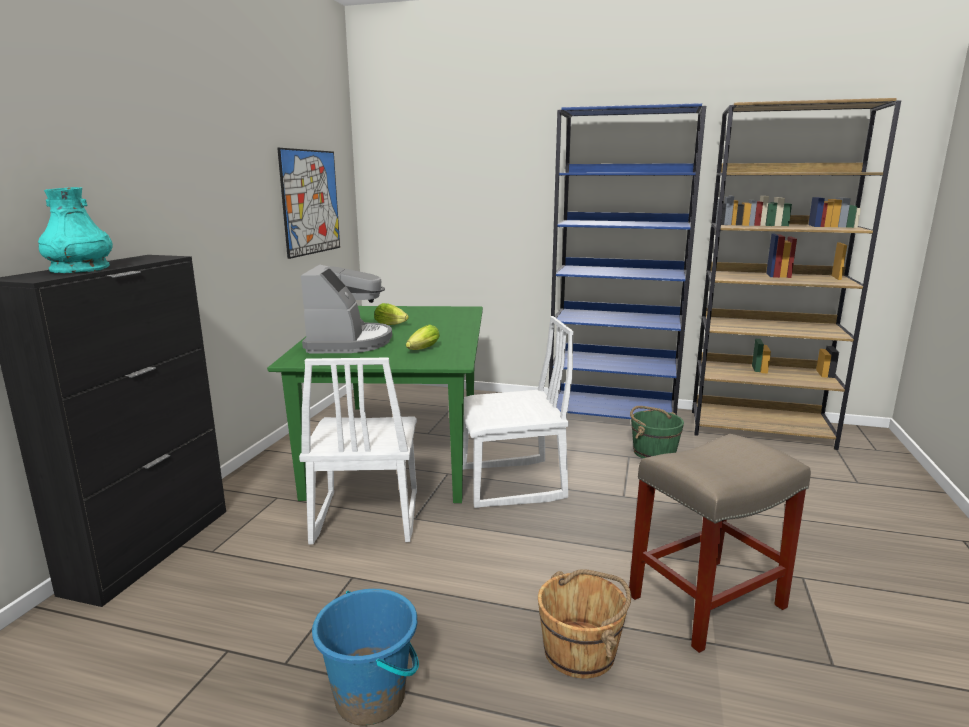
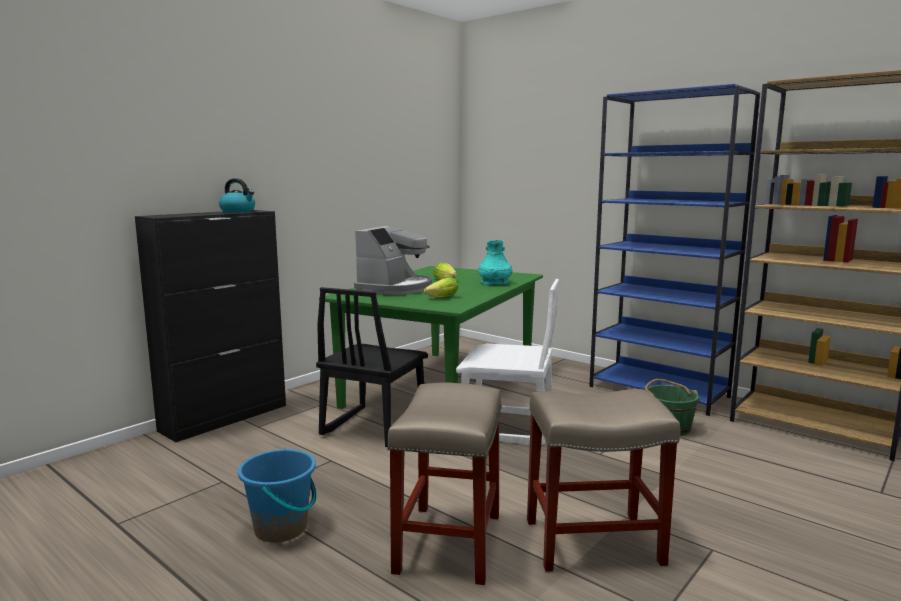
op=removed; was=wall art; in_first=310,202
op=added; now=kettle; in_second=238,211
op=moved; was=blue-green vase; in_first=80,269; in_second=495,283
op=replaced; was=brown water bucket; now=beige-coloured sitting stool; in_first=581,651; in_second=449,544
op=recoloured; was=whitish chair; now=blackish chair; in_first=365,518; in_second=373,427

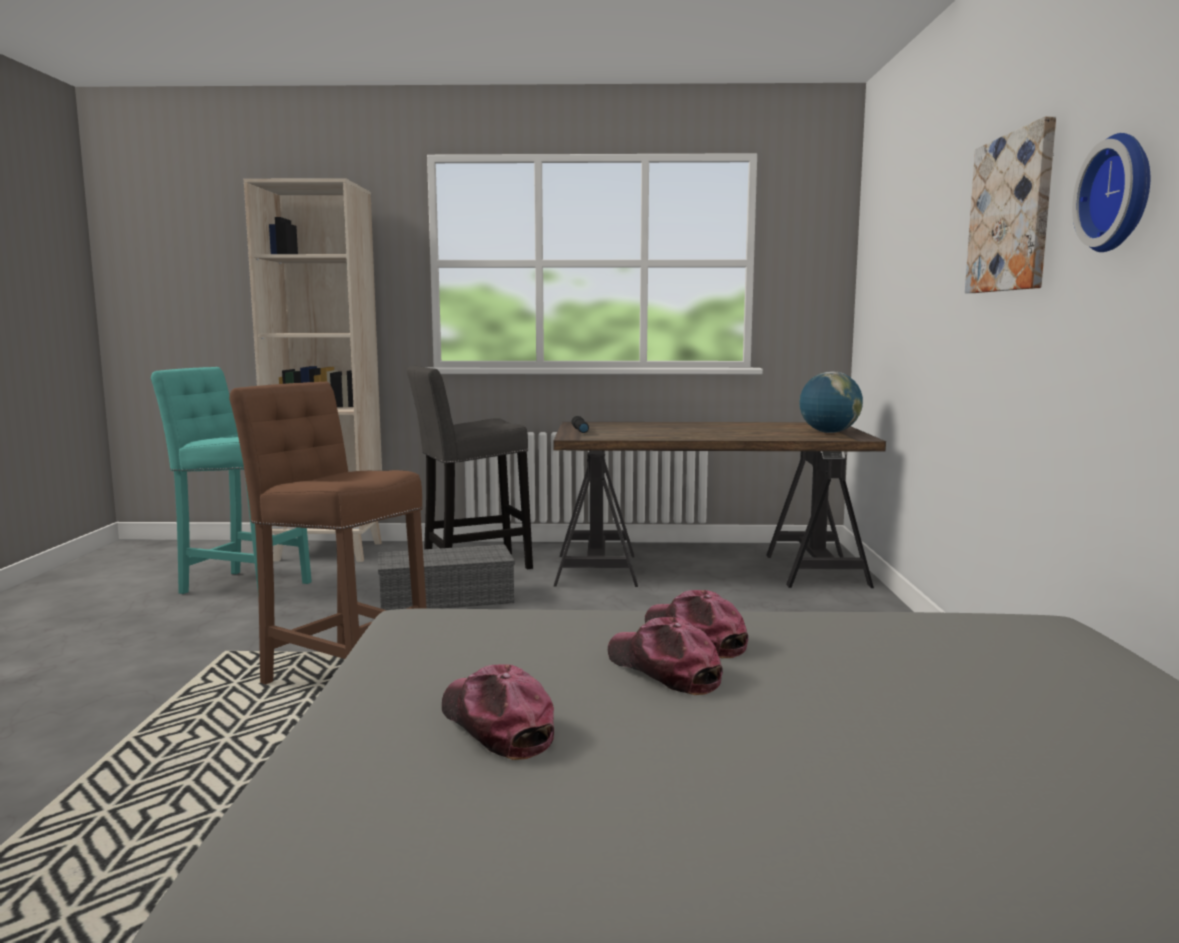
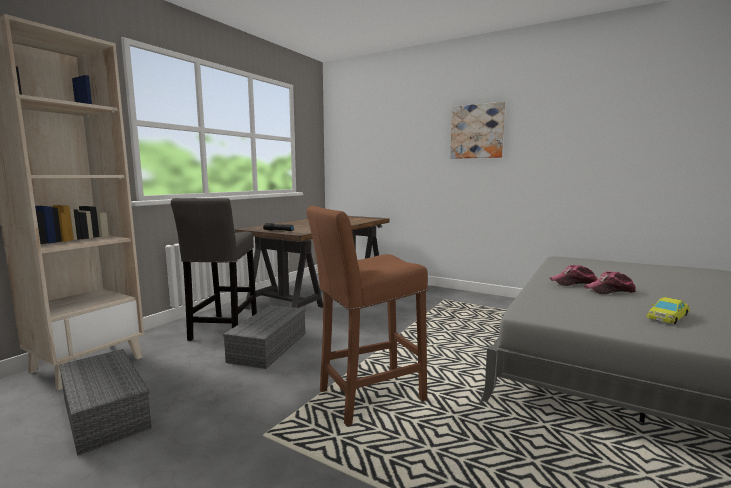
op=removed; was=world globe; in_first=829,433
op=removed; was=wall clock; in_first=1121,193
op=replaced; was=blue-green sitting stool; now=greyish storage box; in_first=242,586; in_second=103,412
op=replaced; was=baseball cap; now=yellow model car; in_first=496,725; in_second=667,316

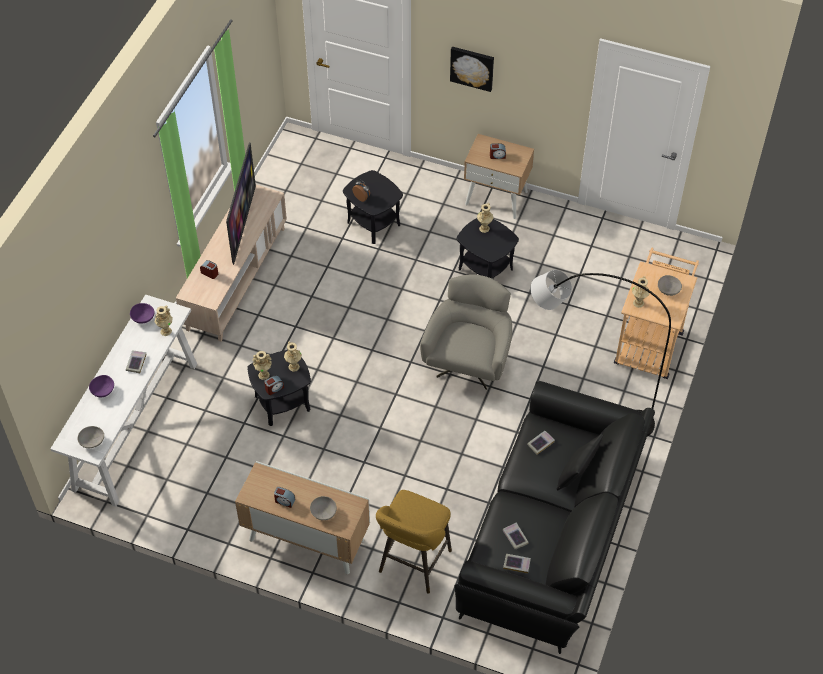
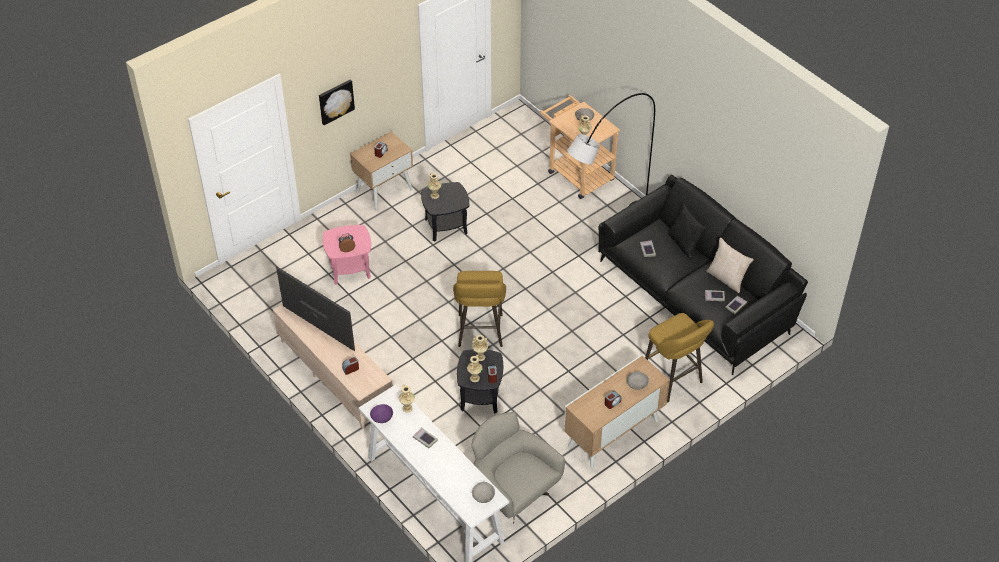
op=removed; was=purplish serving bowl; in_first=102,390
op=added; now=yellow sitting stool; in_second=480,333
op=added; now=beige-coloured pillow; in_second=727,278
op=moved; was=greyish lounge chair; in_first=468,362; in_second=513,493
op=recoloured; was=blackish side table; now=pink-coloured side table; in_first=373,223; in_second=349,269

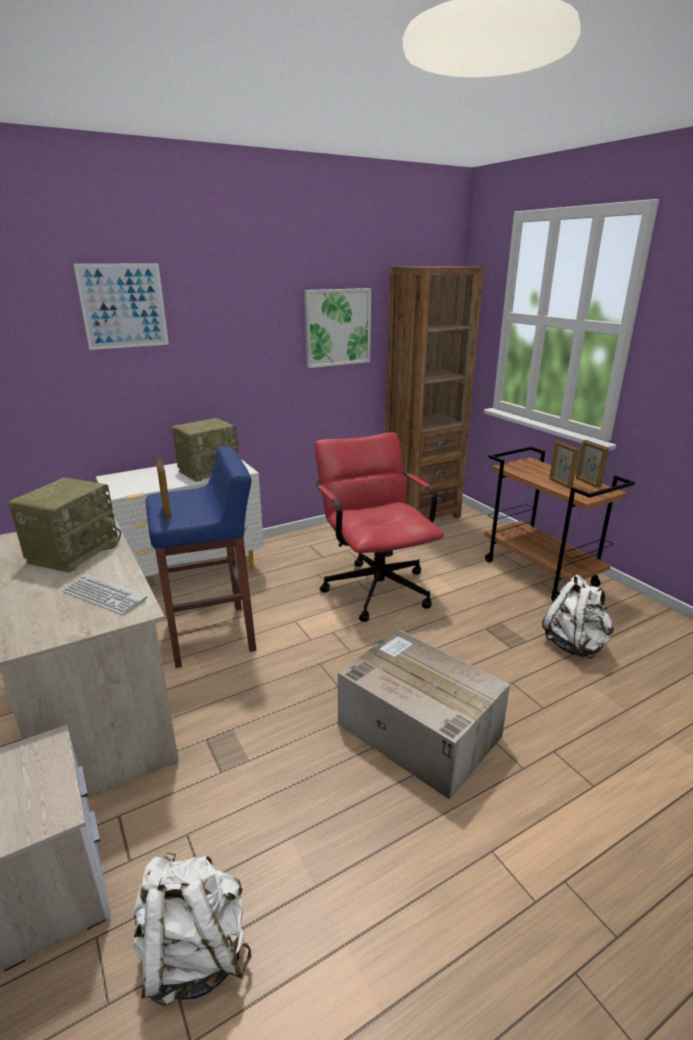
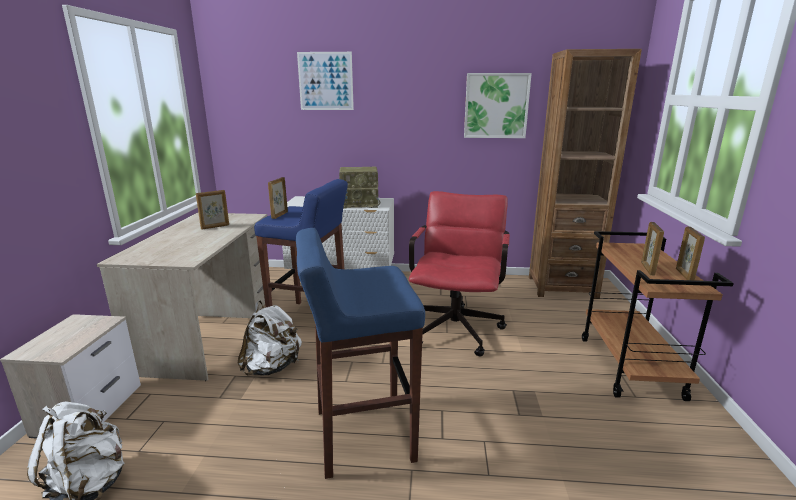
op=removed; was=keyboard; in_first=104,595
op=moved; was=whitish rucksack; in_first=574,644; in_second=272,367
op=replaced; was=radio receiver; now=picture frame; in_first=74,551; in_second=215,227
op=replaced; was=packing box; now=blue sitting stool; in_first=416,729; in_second=362,435

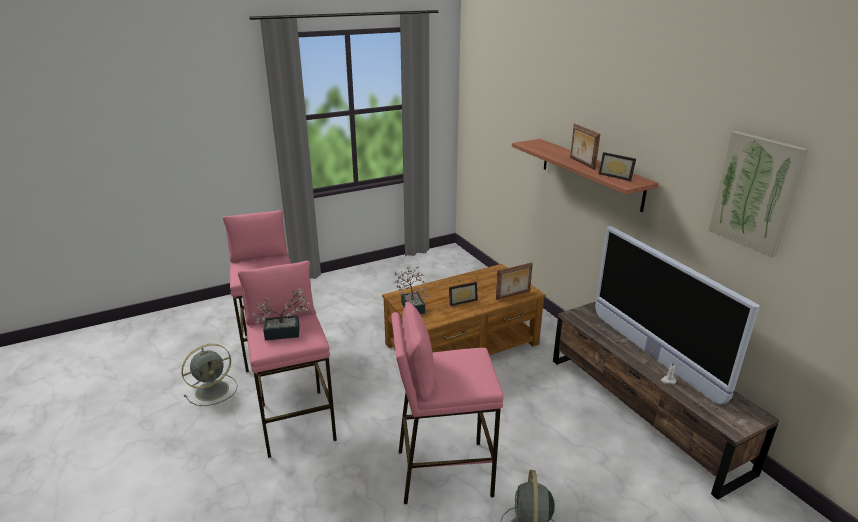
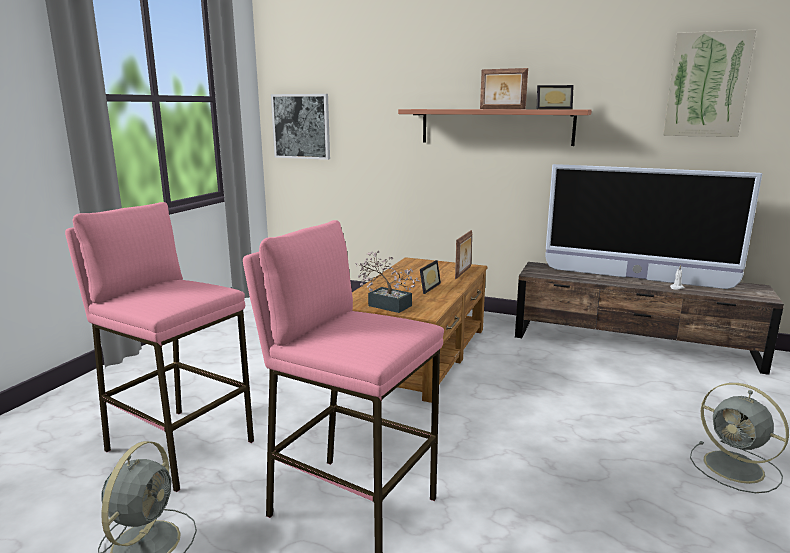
op=removed; was=plant in a pot; in_first=287,332
op=removed; was=pink-coloured sitting stool; in_first=443,472
op=added; now=wall art; in_second=301,126

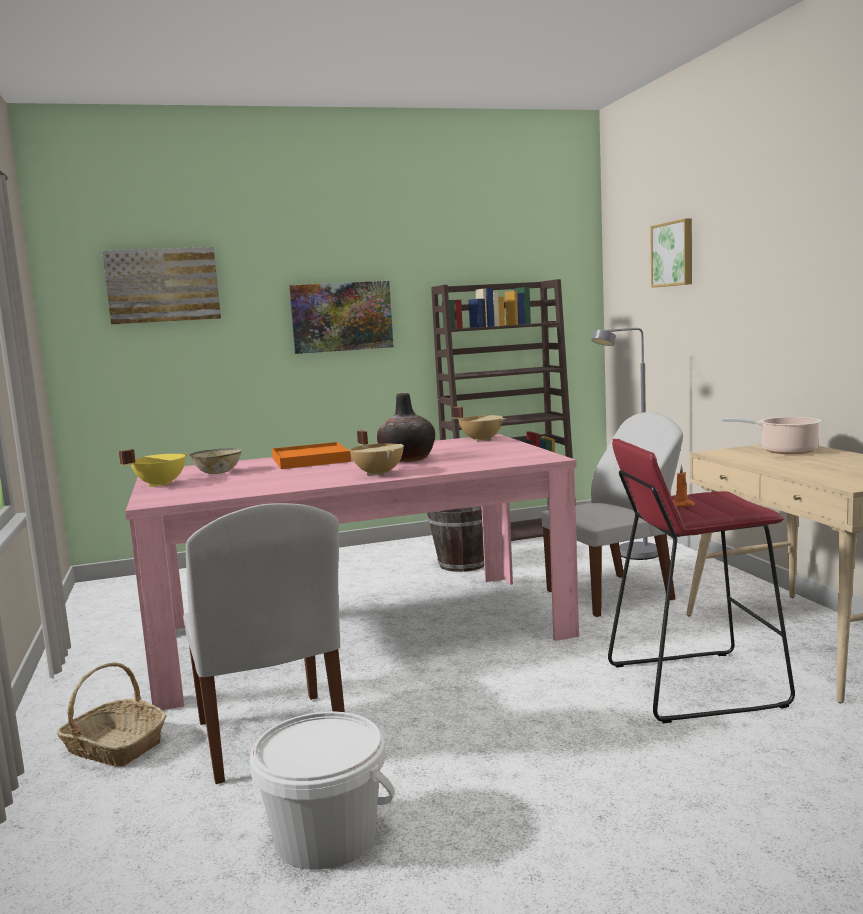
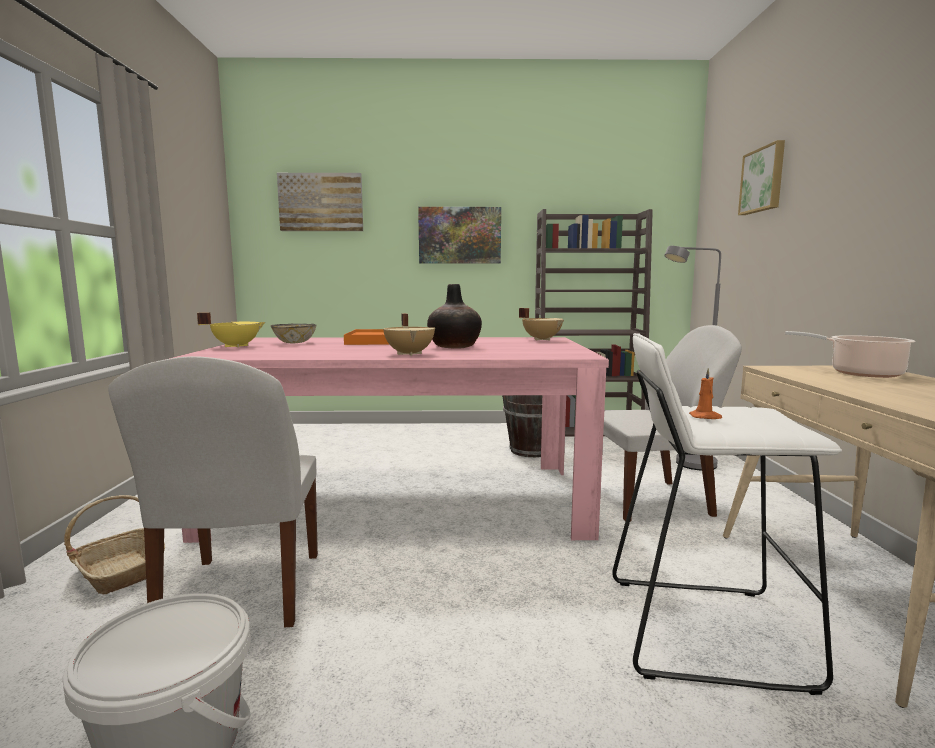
op=recoloured; was=red sitting stool; now=whitish sitting stool; in_first=693,685; in_second=701,629

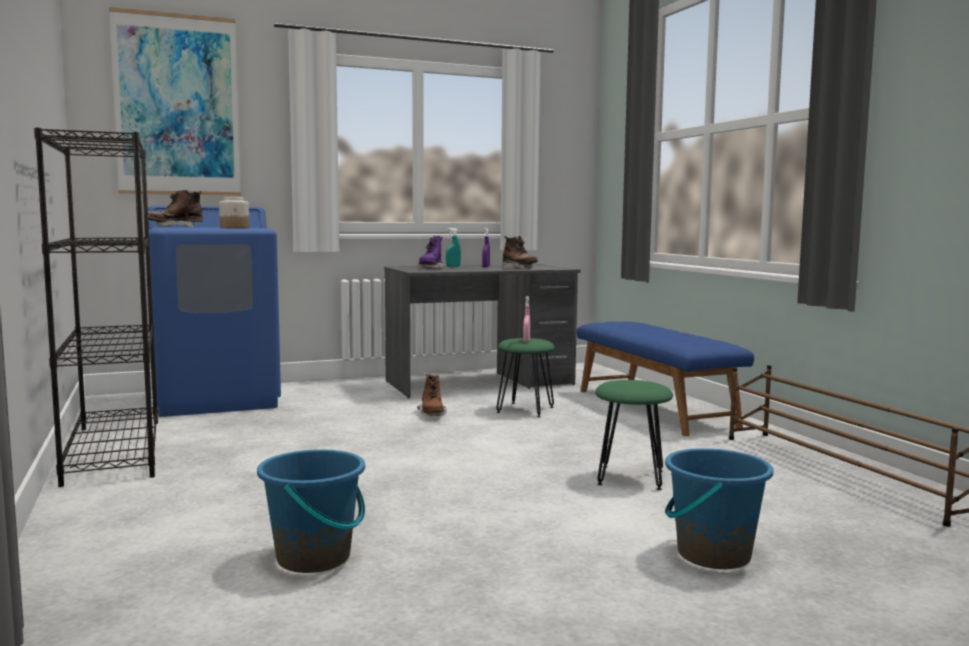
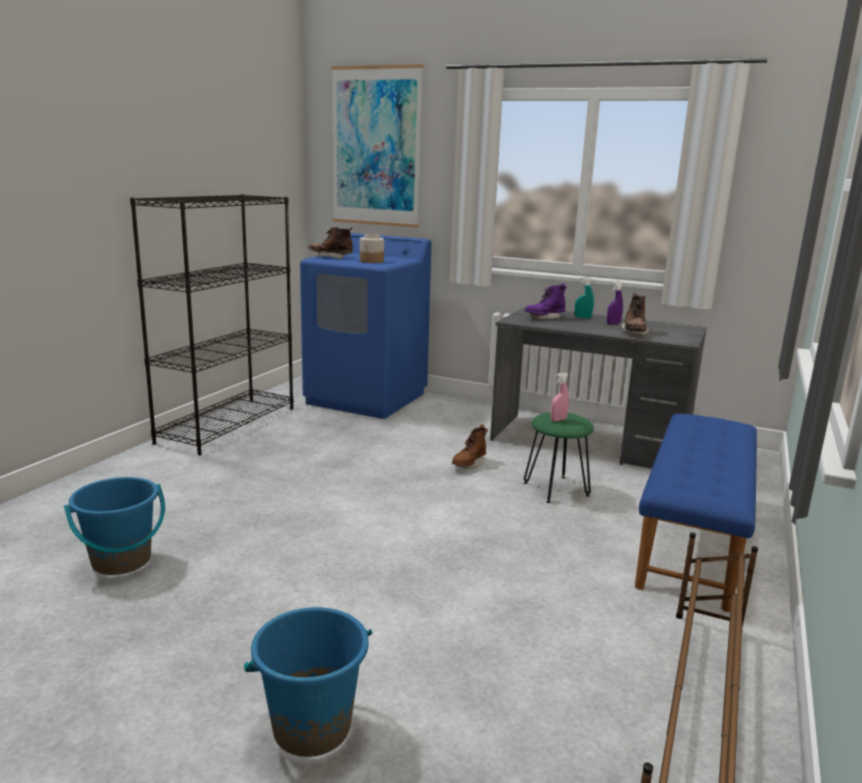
op=removed; was=greenish sitting stool; in_first=630,477

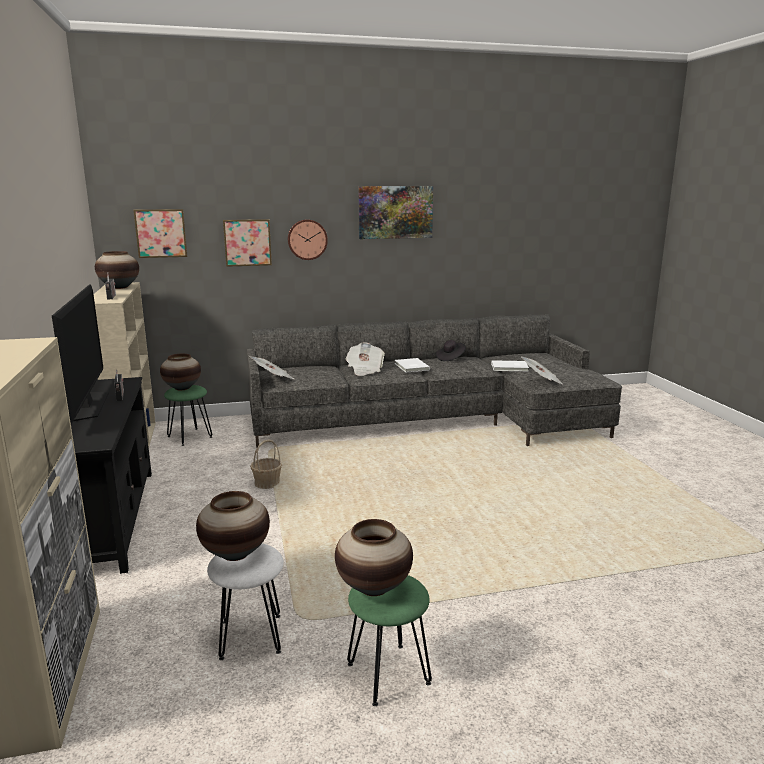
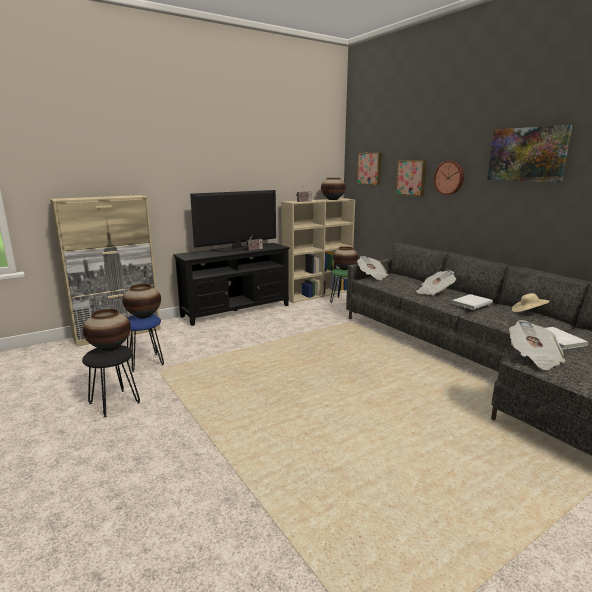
op=removed; was=household basket; in_first=267,483
op=recoloured; was=whitish sitting stool; now=blue sitting stool; in_first=251,636; in_second=145,362
op=recoloured; was=greenish sitting stool; now=blackish sitting stool; in_first=387,673; in_second=114,403
op=recoloured; was=blackish wearable hat; now=beige-coloured wearable hat; in_first=450,358; in_second=528,312

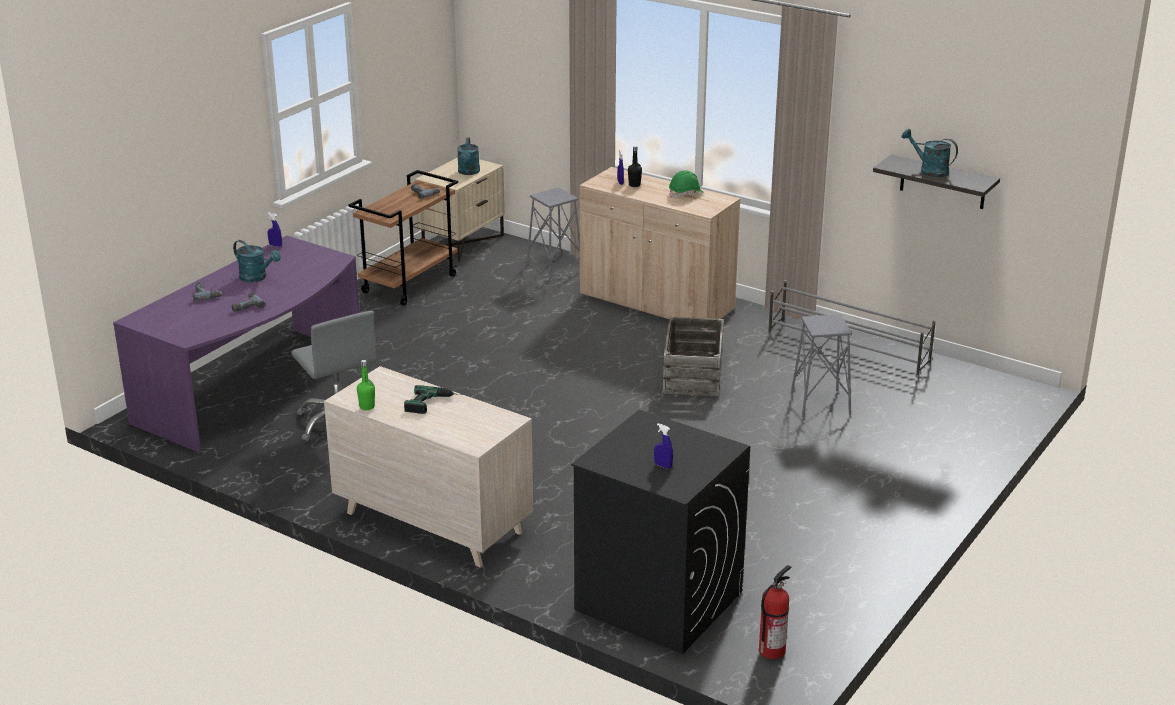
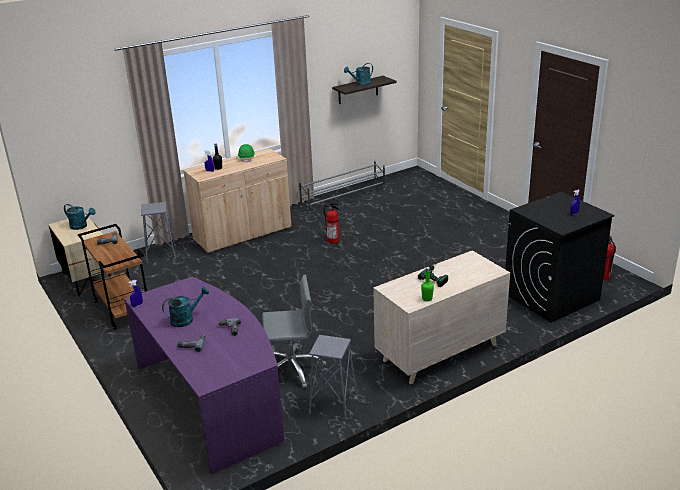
op=moved; was=greyish sitting stool; in_first=820,404; in_second=333,404
op=replaced; was=shipping crate; now=fire-fighting cylinder; in_first=693,374; in_second=333,240

